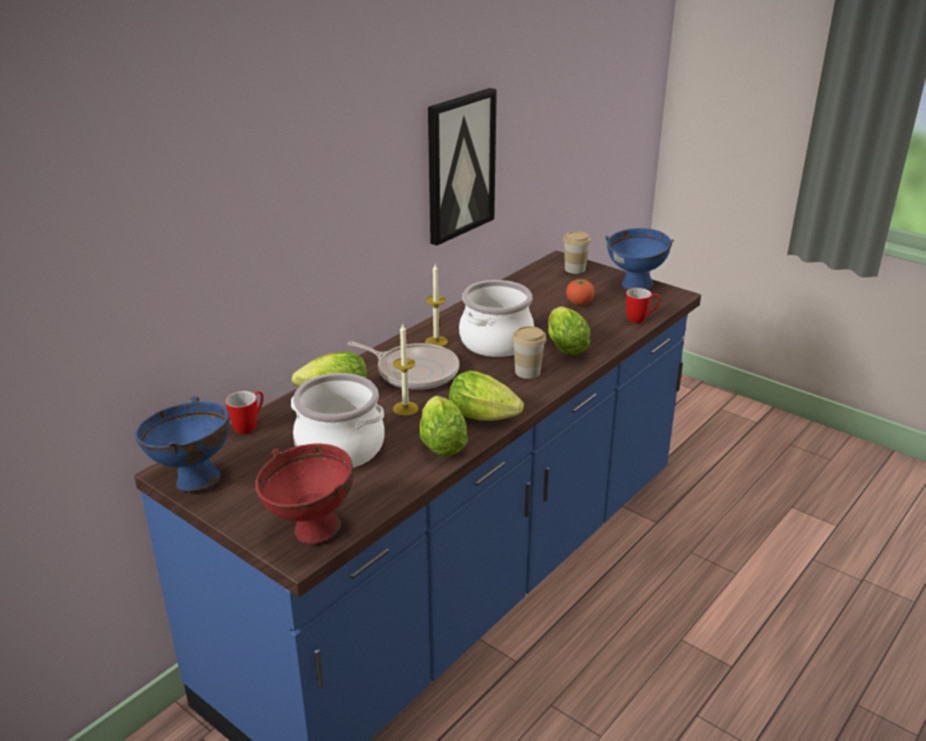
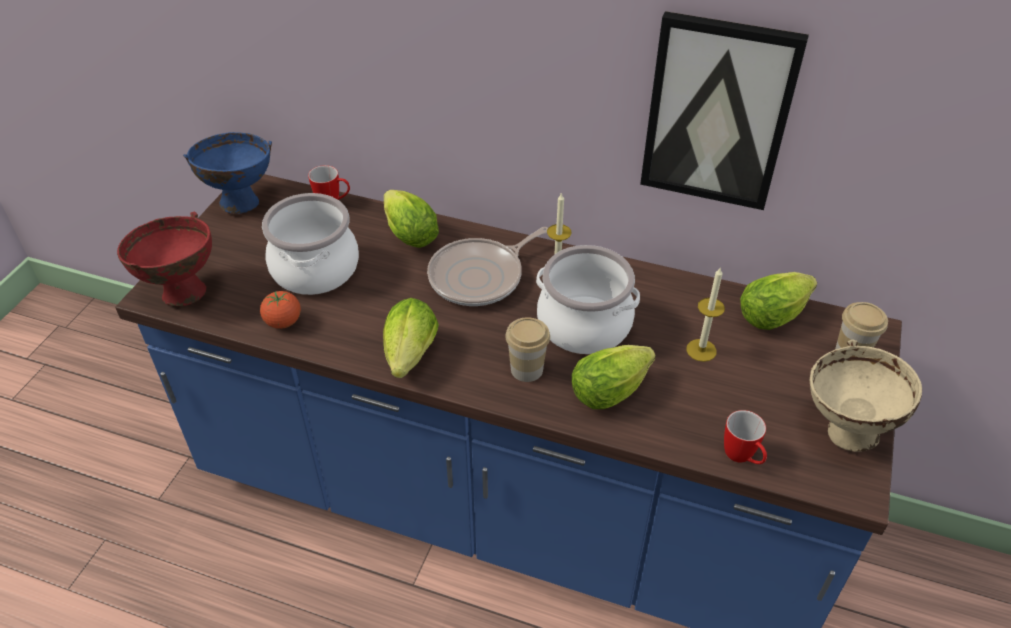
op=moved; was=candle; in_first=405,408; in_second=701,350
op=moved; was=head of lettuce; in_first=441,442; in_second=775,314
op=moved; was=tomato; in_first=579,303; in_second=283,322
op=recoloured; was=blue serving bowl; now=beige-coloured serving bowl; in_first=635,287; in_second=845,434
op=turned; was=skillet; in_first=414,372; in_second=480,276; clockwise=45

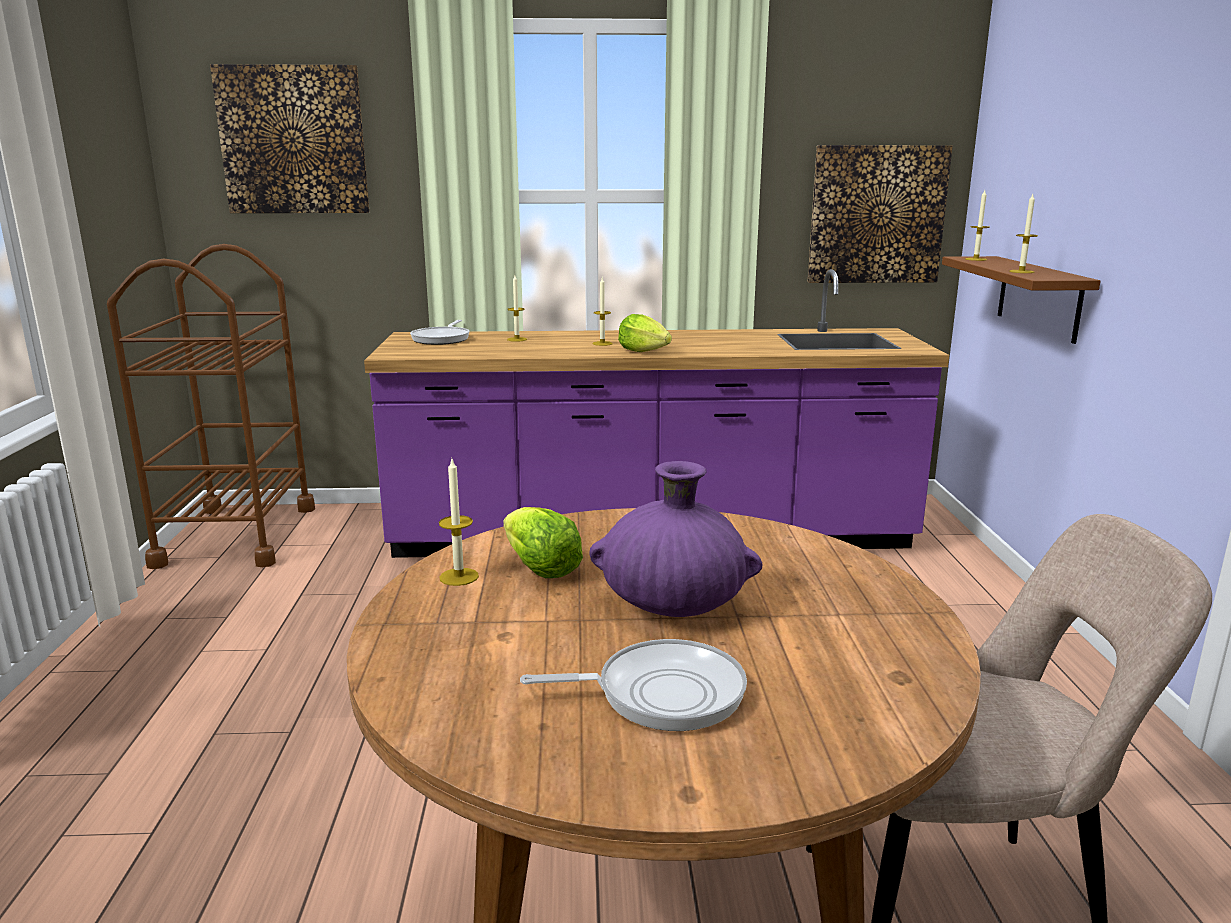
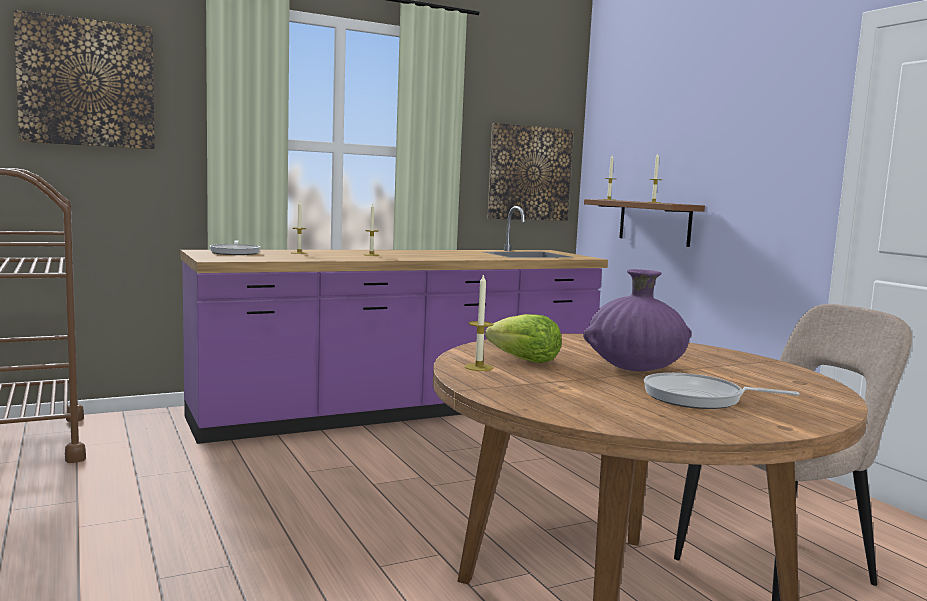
op=removed; was=head of lettuce; in_first=643,351
op=turned; was=skillet; in_first=661,693; in_second=699,398; clockwise=-135

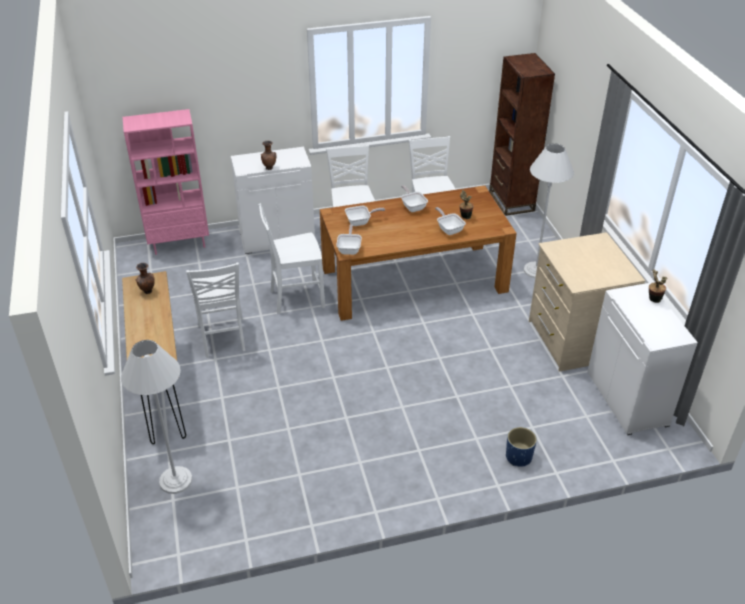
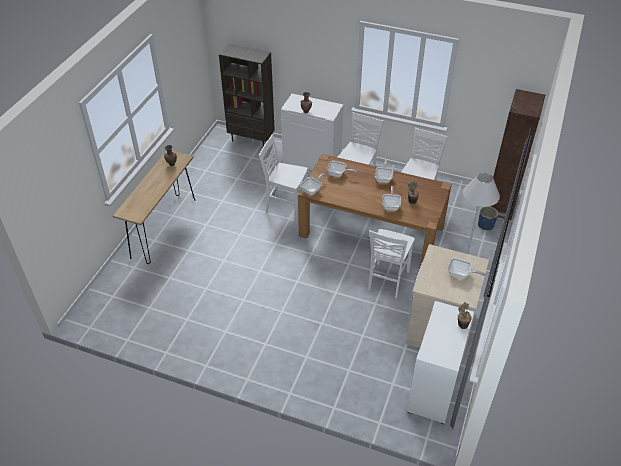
op=removed; was=whitish floor lamp; in_first=176,480
op=added; now=skillet; in_second=460,274
op=moved; was=whitish chair; in_first=222,338; in_second=387,281
op=moved; was=blue planter; in_first=518,457; in_second=485,225
op=recoloured; was=pink-coloured bookcase; now=brown bookcase; in_first=179,243; in_second=251,140

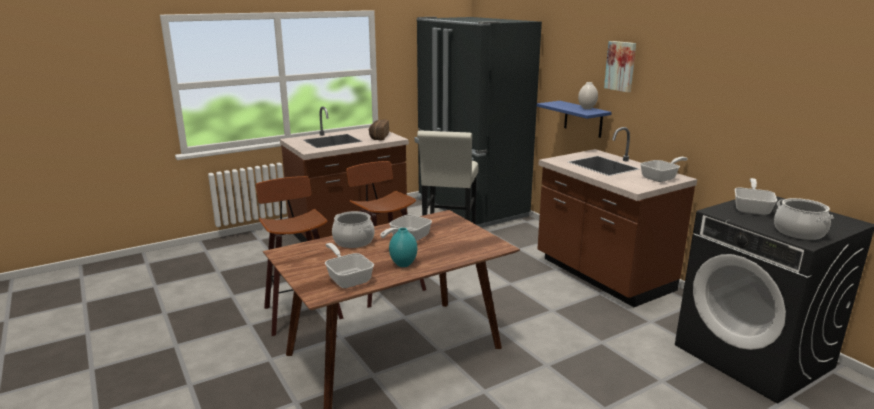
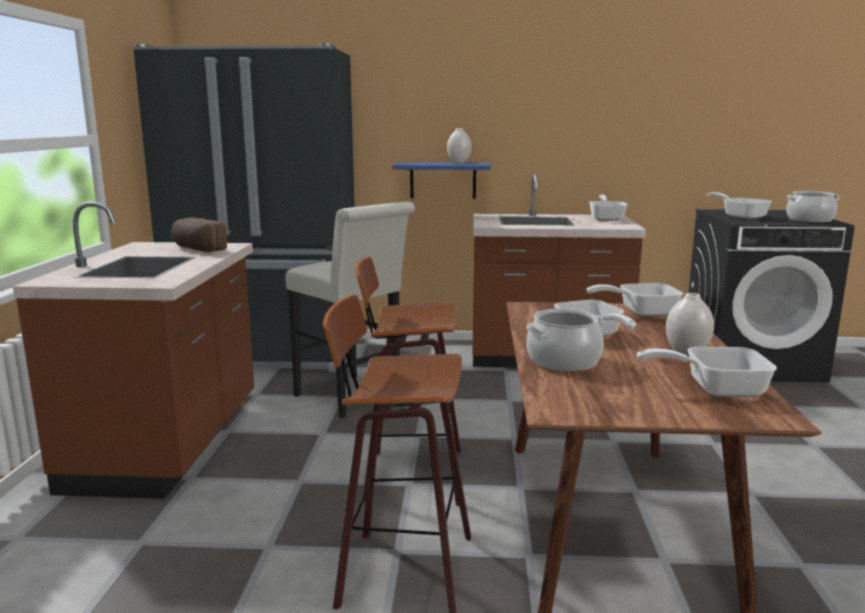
op=removed; was=wall art; in_first=621,66
op=added; now=skillet; in_second=640,312
op=recoloured; was=blue-green vase; now=whitish vase; in_first=403,264; in_second=687,354

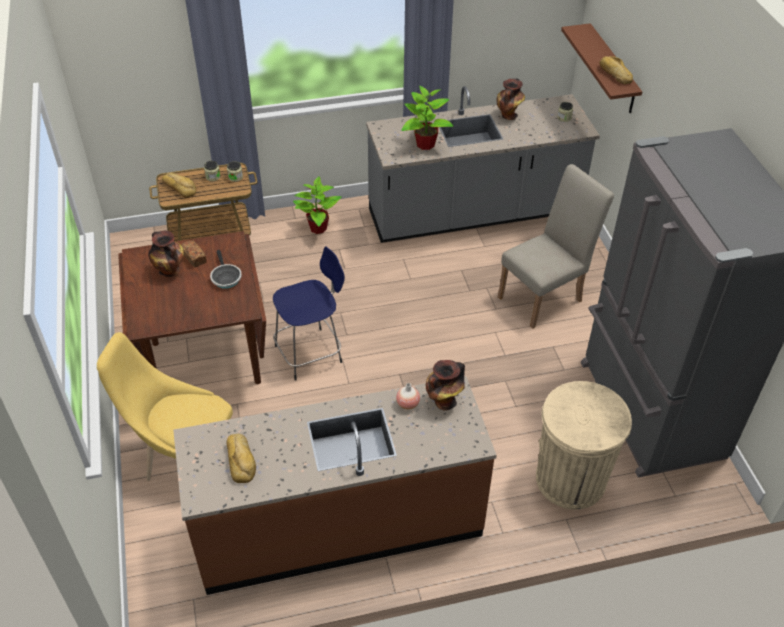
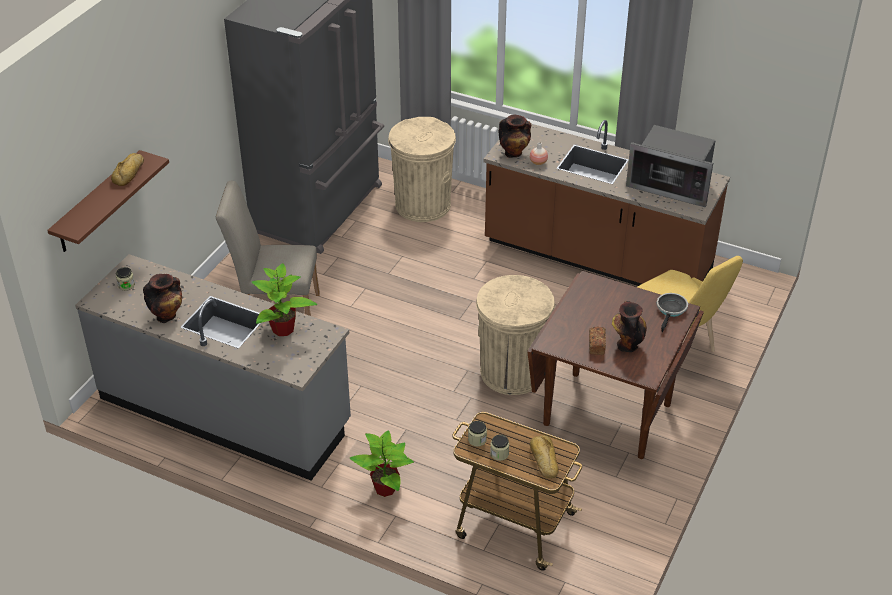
op=moved; was=skillet; in_first=225,277; in_second=671,310
op=replaced; was=bread; now=kitchen microwave; in_first=241,460; in_second=672,185
op=replaced; was=blue sitting stool; now=beige-coloured waste bin; in_first=311,353; in_second=512,372

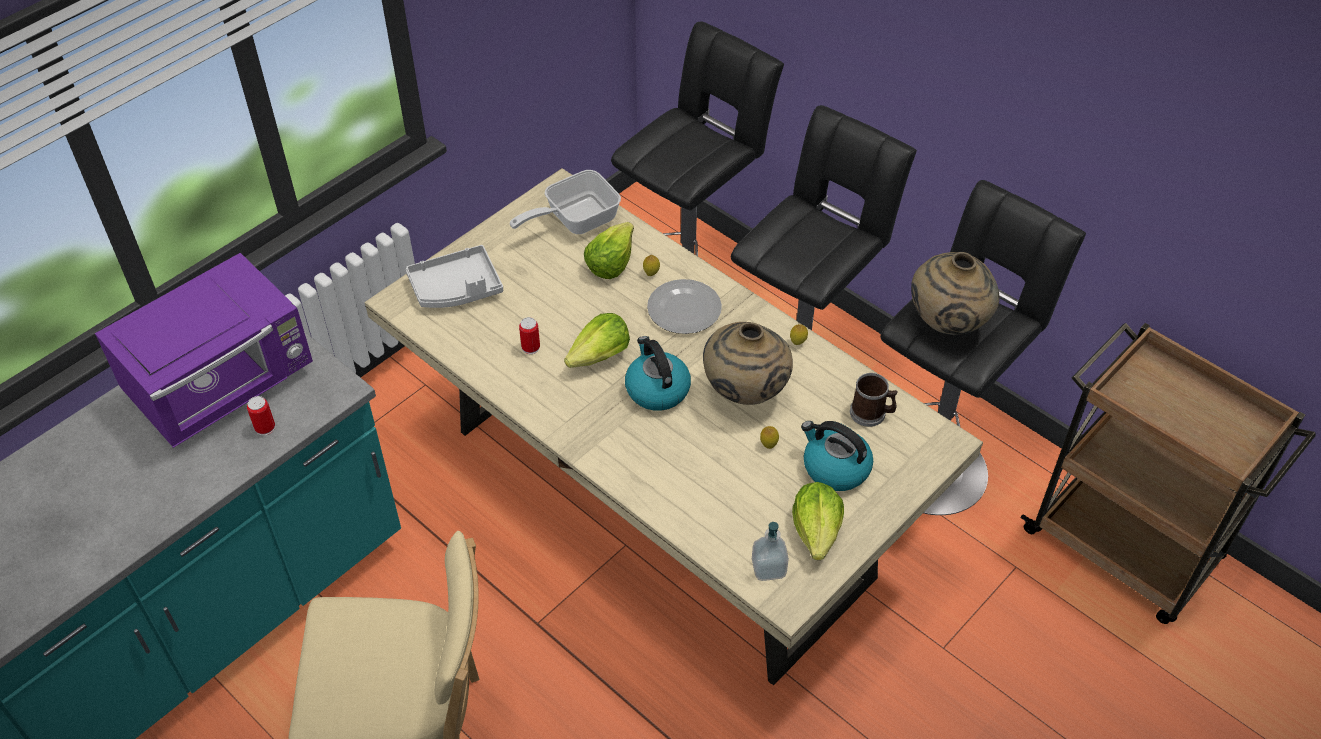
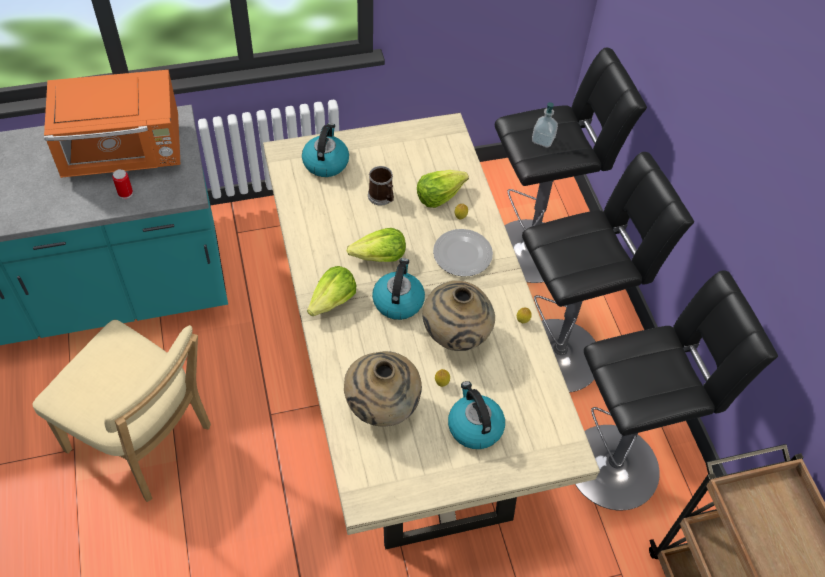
op=removed; was=skillet; in_first=574,220
op=removed; was=metal can; in_first=530,347
op=moved; was=soap bottle; in_first=768,568; in_second=543,140
op=moved; was=head of lettuce; in_first=817,531; in_second=333,301
op=moved; was=mug; in_first=871,413; in_second=382,197
op=moved; was=beige-coloured vase; in_first=947,324; in_second=382,408
op=replaced; was=greyish tray; now=kettle; in_first=456,288; in_second=325,162
op=recoloured; was=purplish kitchen microwave; now=orange-coloured kitchen microwave; in_first=224,385; in_second=125,153

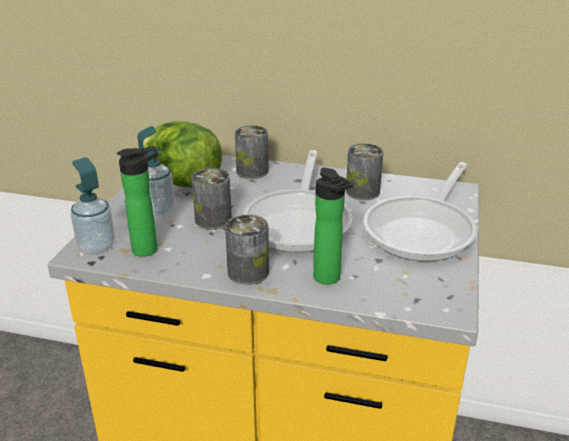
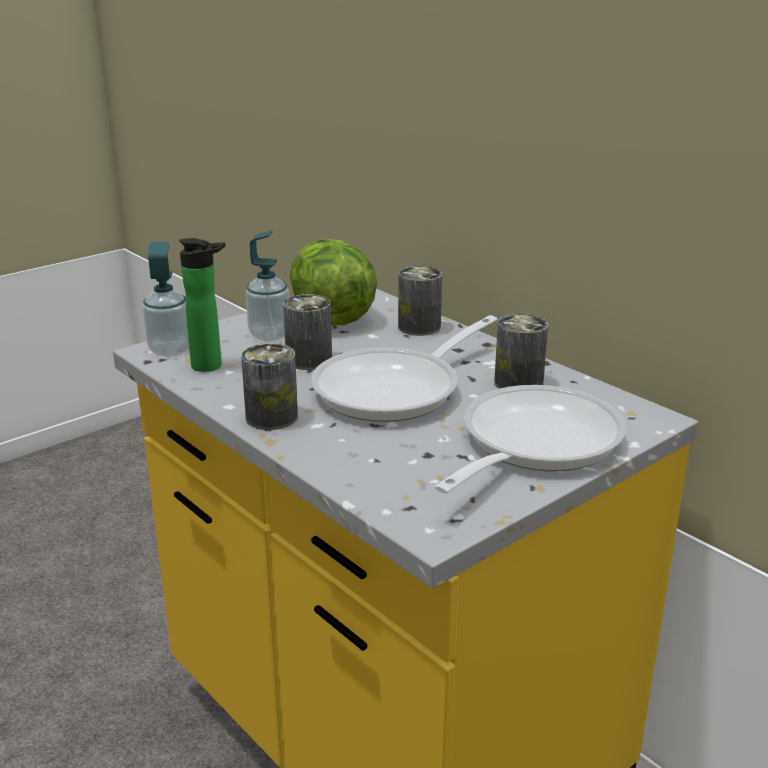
op=removed; was=drink bottle; in_first=329,279
op=turned; was=skillet; in_first=423,230; in_second=532,444; clockwise=150

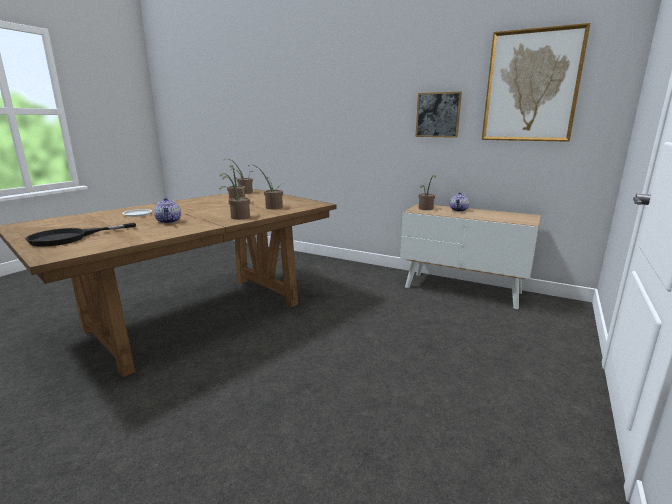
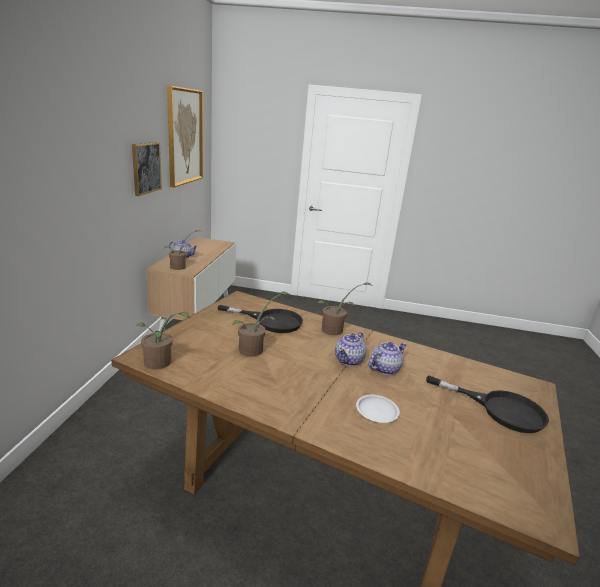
op=added; now=tea pot; in_second=349,360
op=replaced; was=plant in a pot; now=blackish skillet; in_first=272,207; in_second=271,321

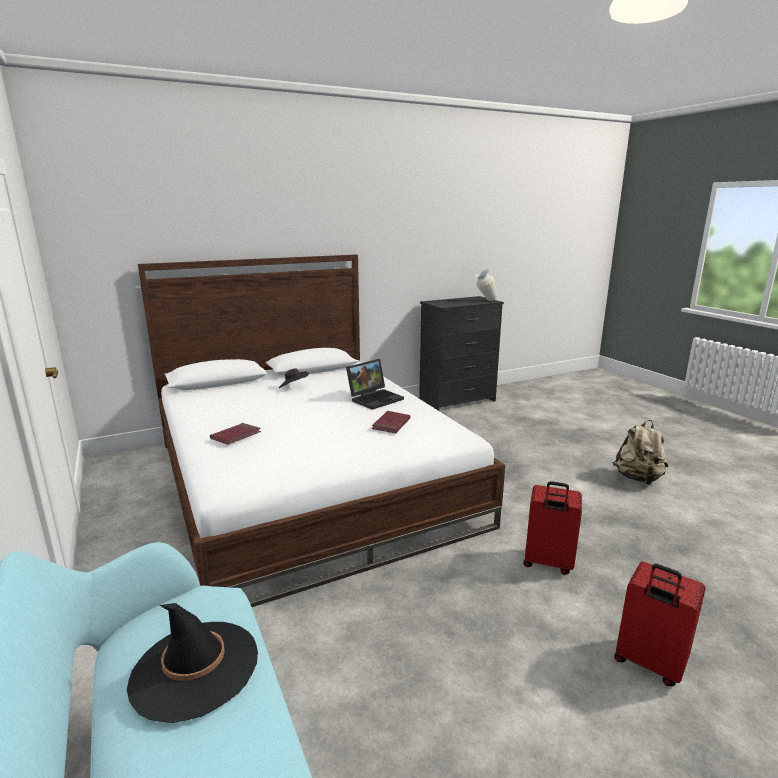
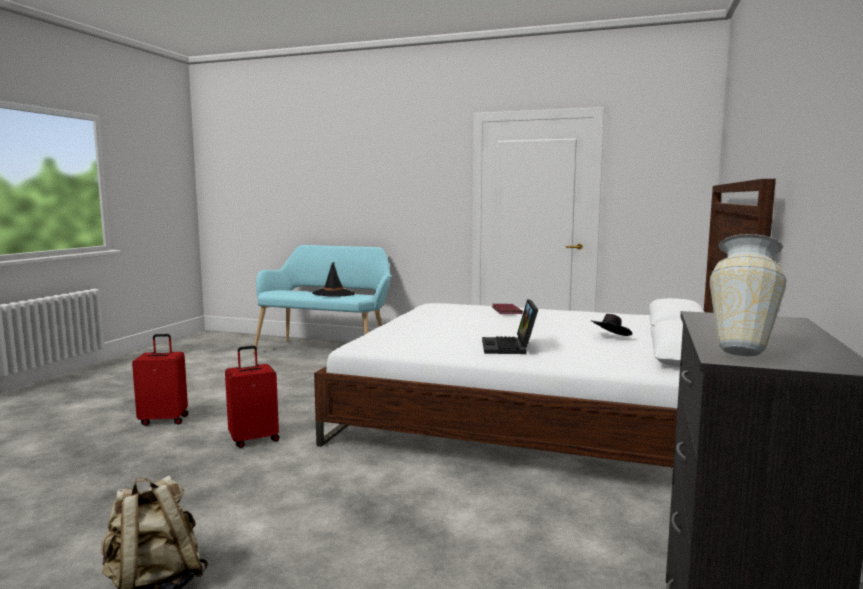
op=removed; was=red volume; in_first=391,424

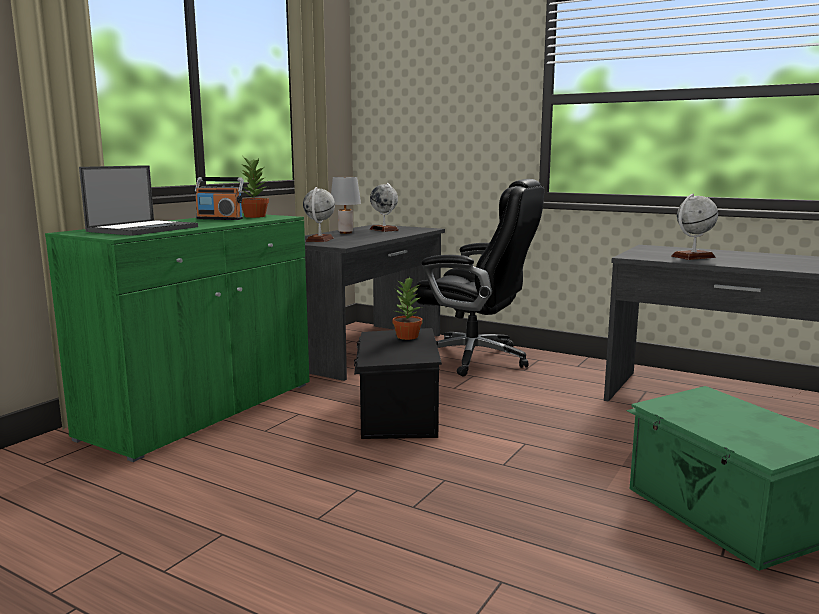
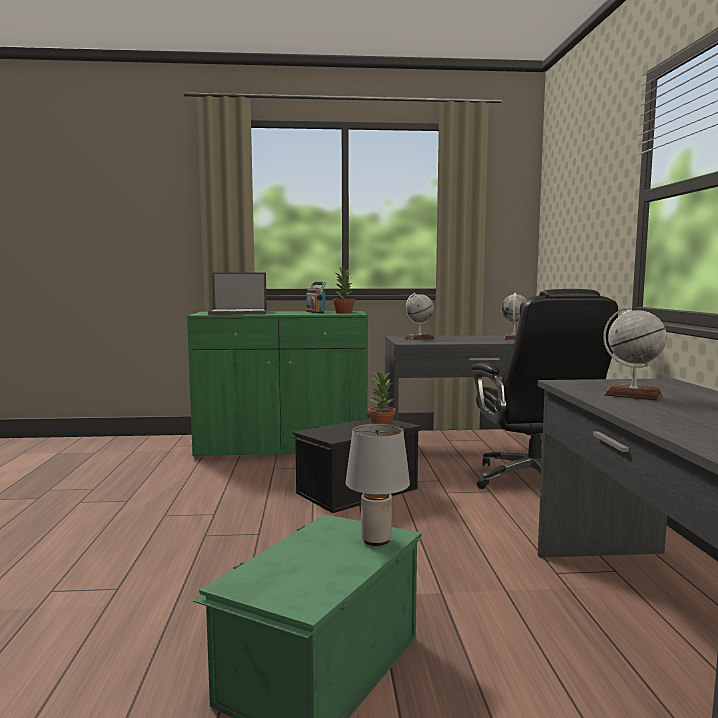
op=moved; was=greyish lamp for a table; in_first=345,232; in_second=376,540

